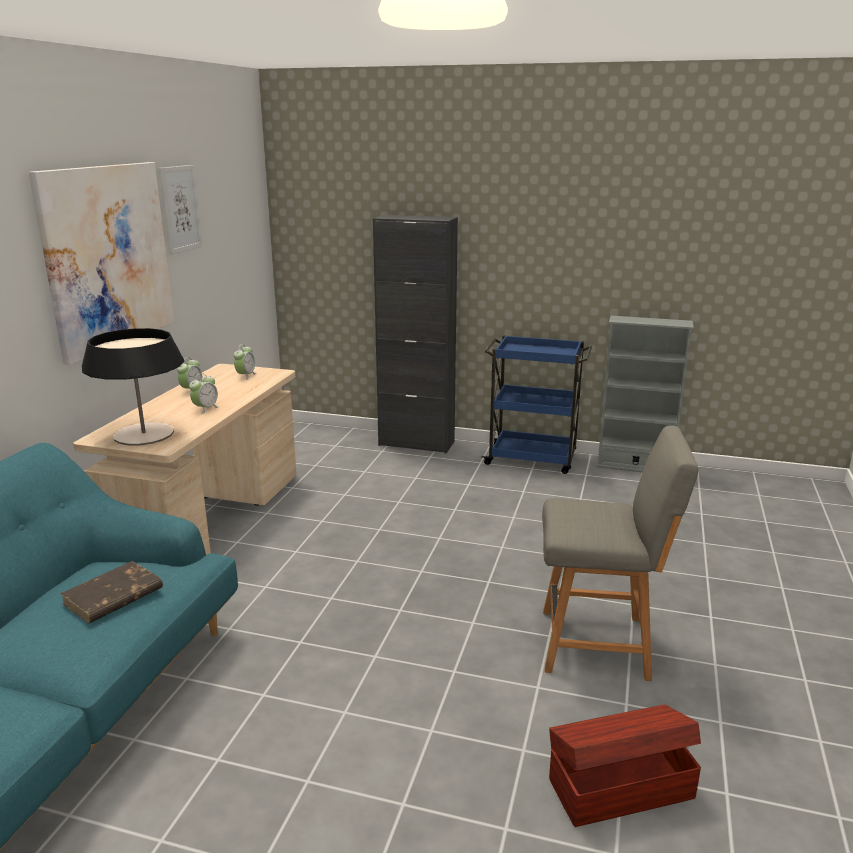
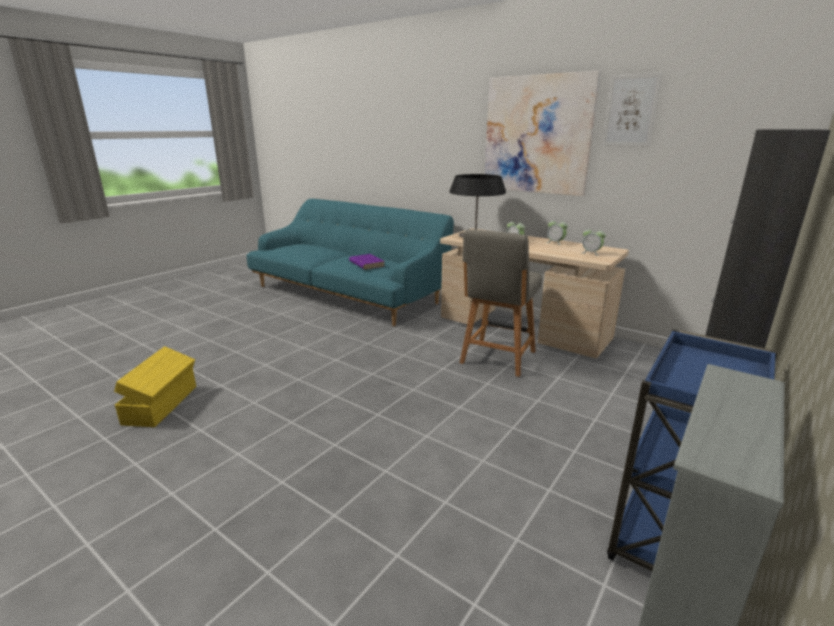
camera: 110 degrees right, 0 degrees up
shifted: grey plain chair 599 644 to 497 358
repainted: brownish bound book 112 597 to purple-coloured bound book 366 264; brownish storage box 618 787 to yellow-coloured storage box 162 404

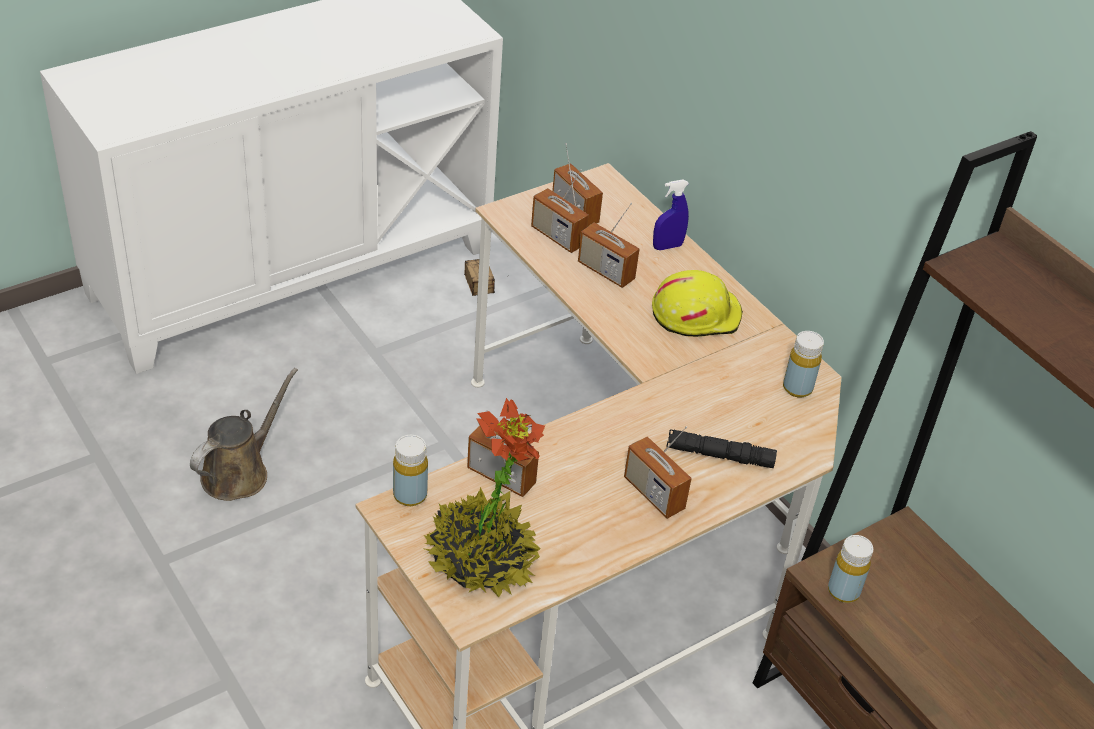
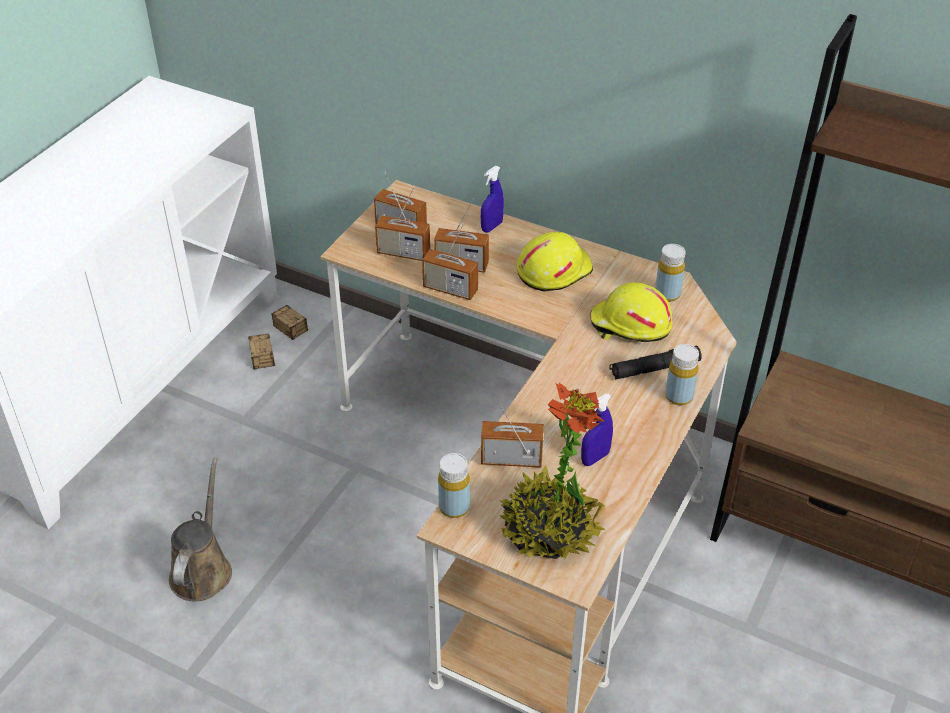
camera: 25 degrees left, 0 degrees up
new: storage box 265 372; bluish hand sprayer 595 458; yellow-coloured work helmet 630 326
shifted: radio 654 494 to 450 289; yellow-coloured drink bottle 843 591 to 679 396

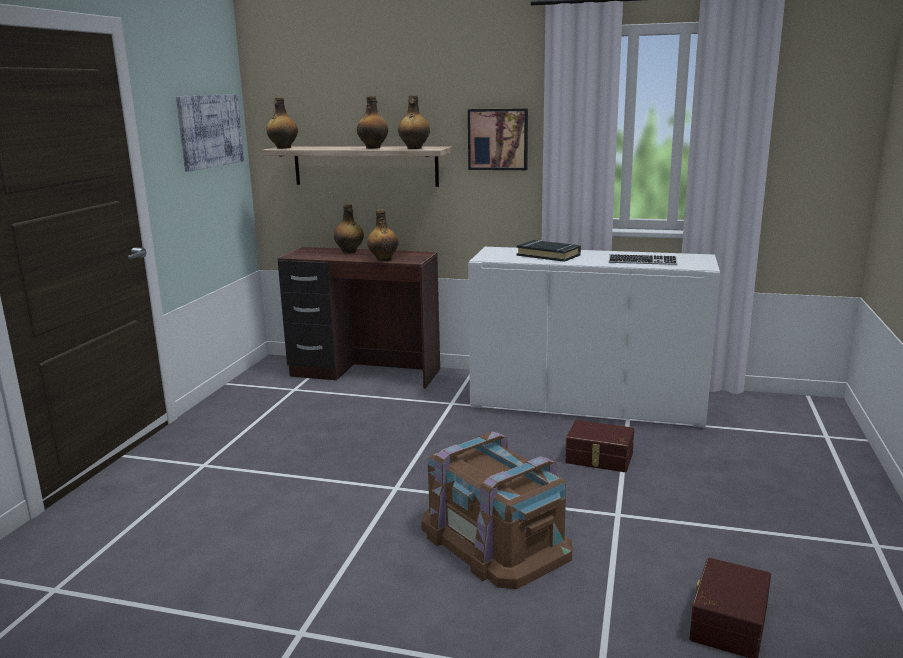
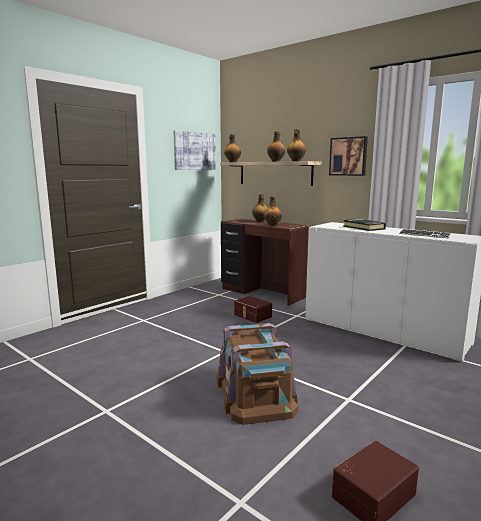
camera: 25 degrees right, 5 degrees down
shifted: brownish storage box 599 458 to 252 316

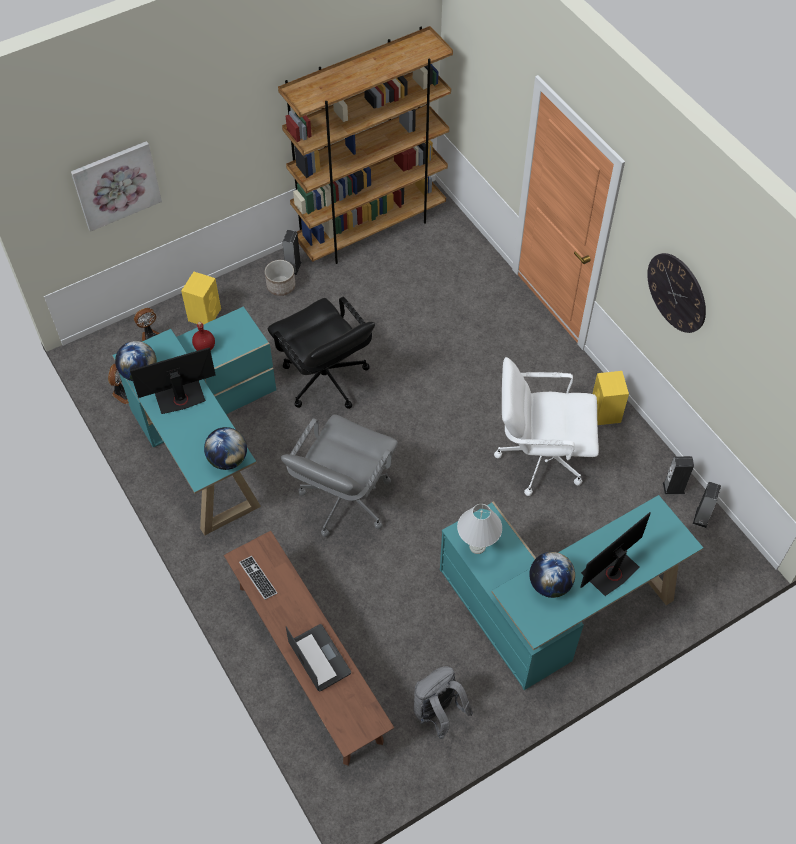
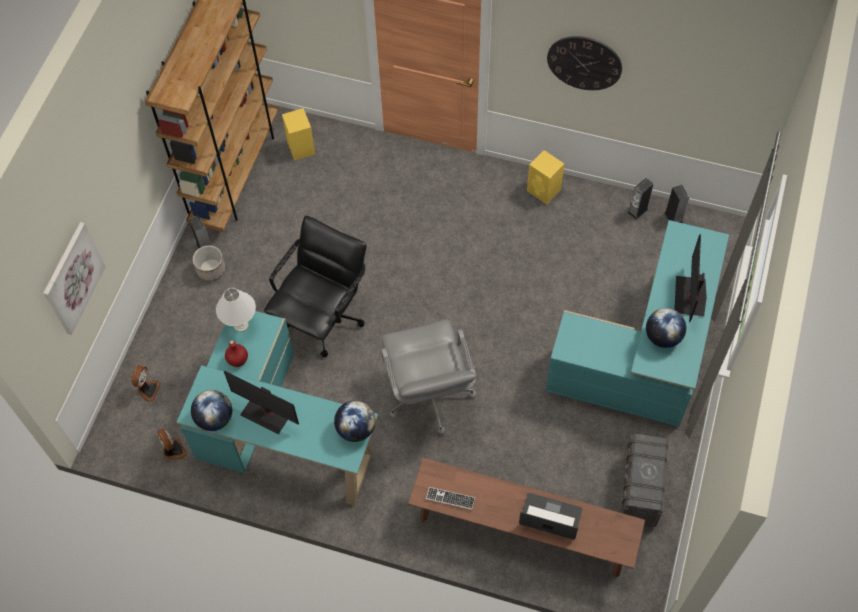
camera: 40 degrees left, 5 degrees up
gone: white-coloured computer chair 540 457
shifted: yellow-coloured loudspeaker 205 314 to 301 147; white-coloured lamp for a table 477 547 to 241 325
swapped: grey backpack 438 713 to grey storage box 640 489
rotated: computer screen 180 397 = 268 412 90 degrees counterclockwise; black computer chair 325 380 = 323 318 75 degrees counterclockwise

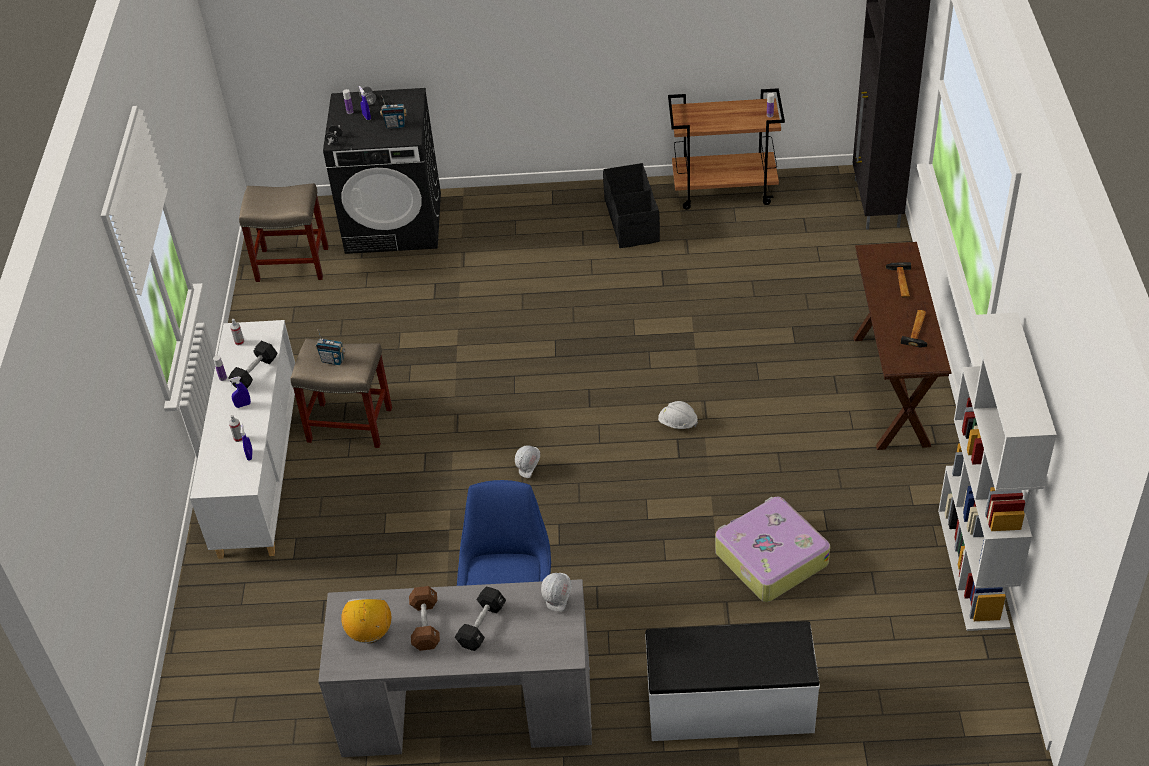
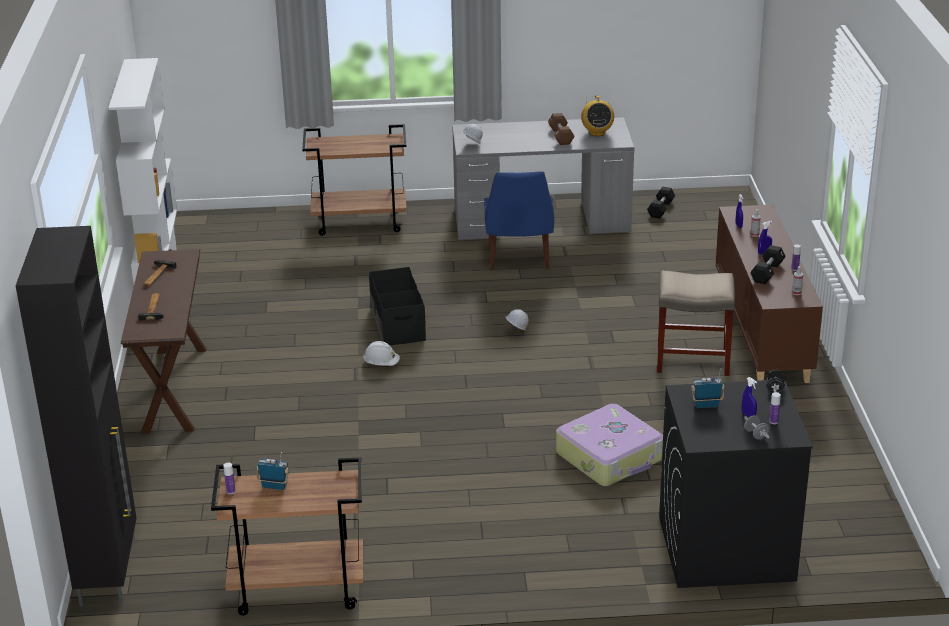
camera: 175 degrees right, 15 degrees down
gone: sand-coloured stool seat 293 264
shifted: radio 333 360 to 274 486; black free weight 481 625 to 661 209; black storage box 632 221 to 397 324; suitcase 769 558 to 610 457
swapped: white-coloured indoor bench 730 707 to brownish wheeled cart 360 222
repainted: white-coloured cabinet 259 469 to brownish cabinet 761 330

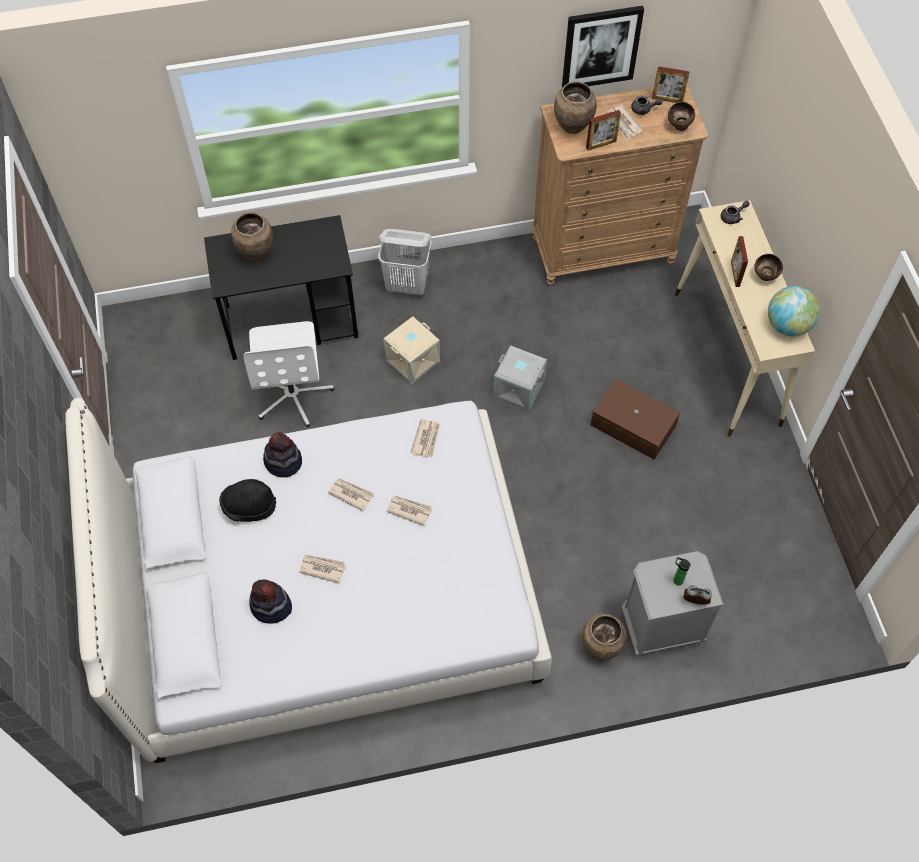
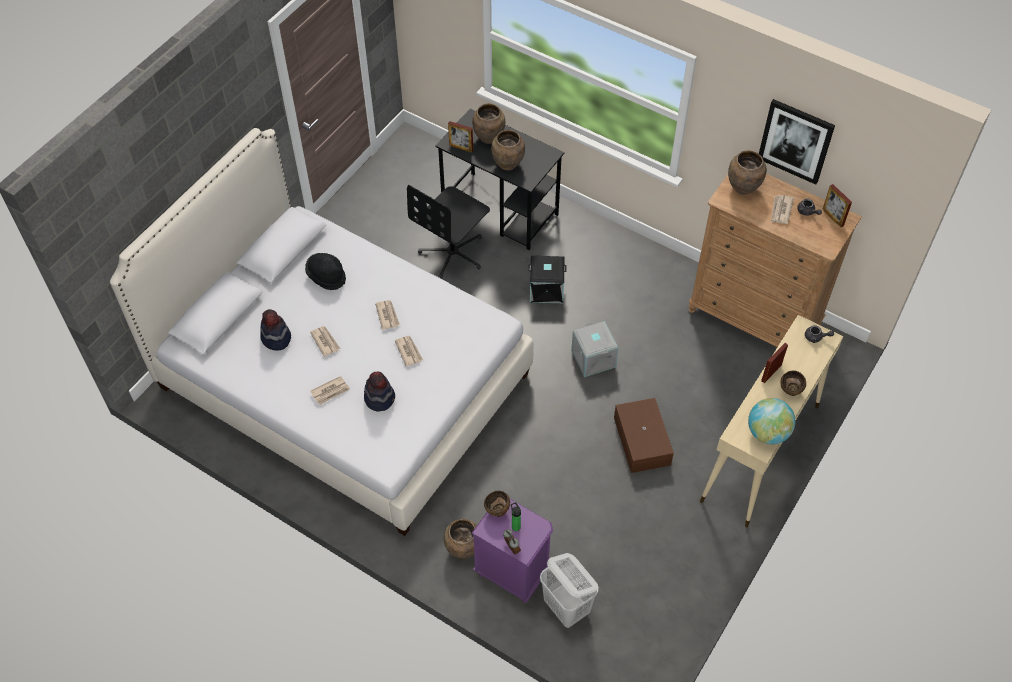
camera: 45 degrees right, 5 degrees down
new: brownish decorative vase 507 164
shifted: clothing hat 283 461 to 380 398; white-coloured hamper 407 285 to 567 608; daily paper 426 439 to 330 391; picture frame 601 144 to 461 148; brownish serving bowl 679 127 to 497 511
repainted: white-coloured computer chair 293 394 to black computer chair 453 253; sand-coloured storage box 413 361 to black storage box 546 290; grey nightstand 660 628 to purple-coloured nightstand 512 573

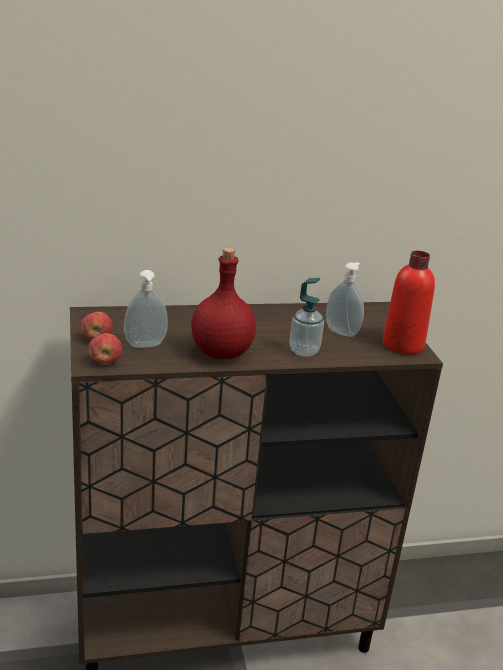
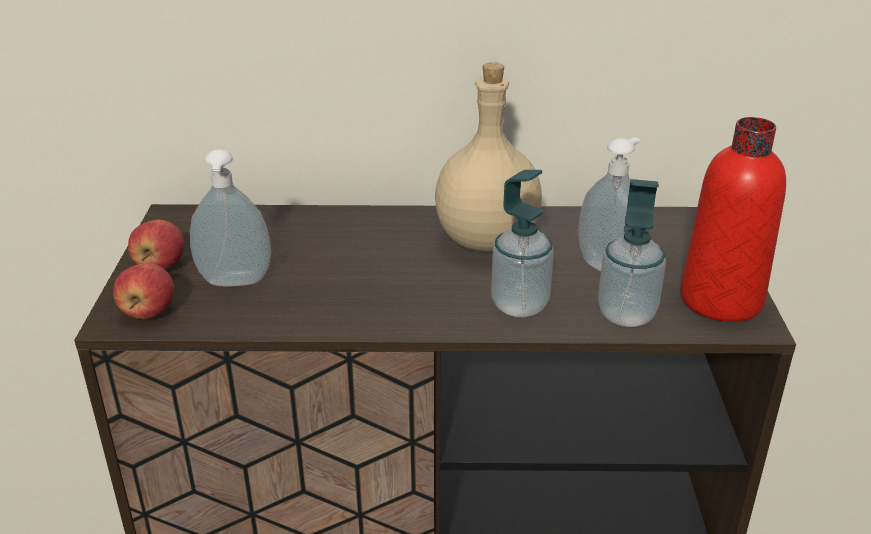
camera: 15 degrees right, 5 degrees up
gone: red-coloured drink bottle 221 352
new: sand-coloured drink bottle 488 241; liquid soap bottle 626 315

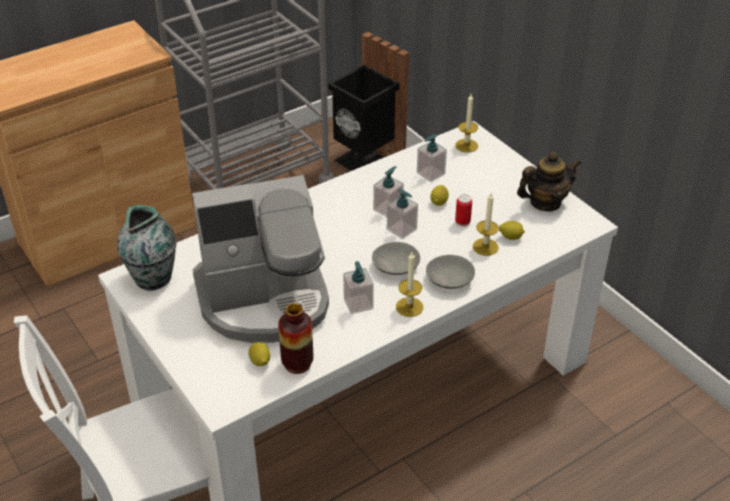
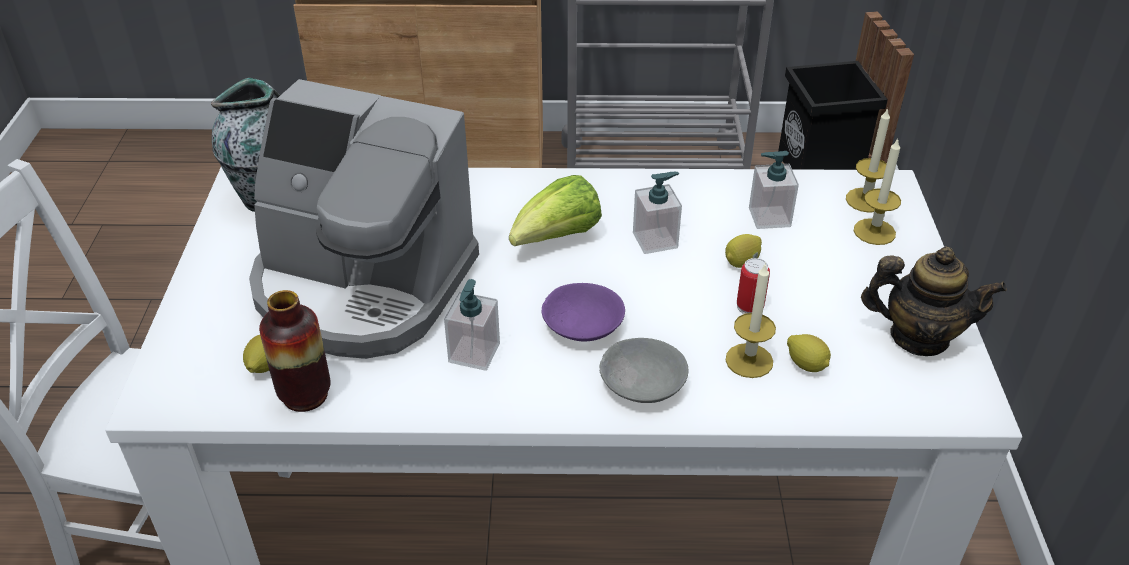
camera: 35 degrees right, 0 degrees up
gone: liquid soap bottle 401 229
new: lettuce head 557 238
shifted: wax light 409 307 to 874 231
repainted: grey serving bowl 395 266 to purple-coloured serving bowl 582 324

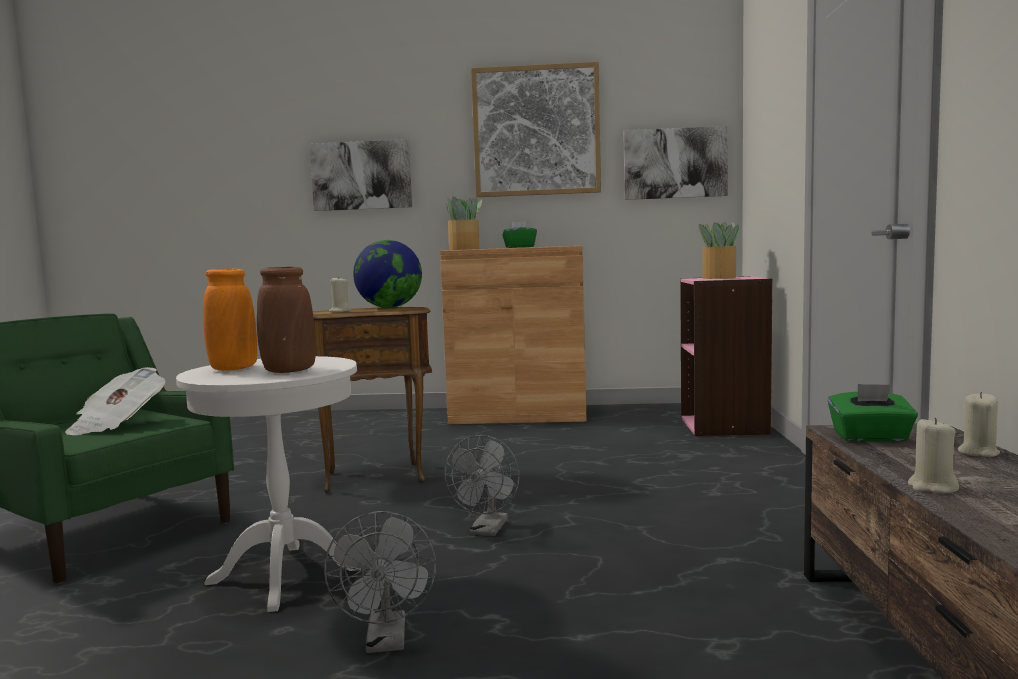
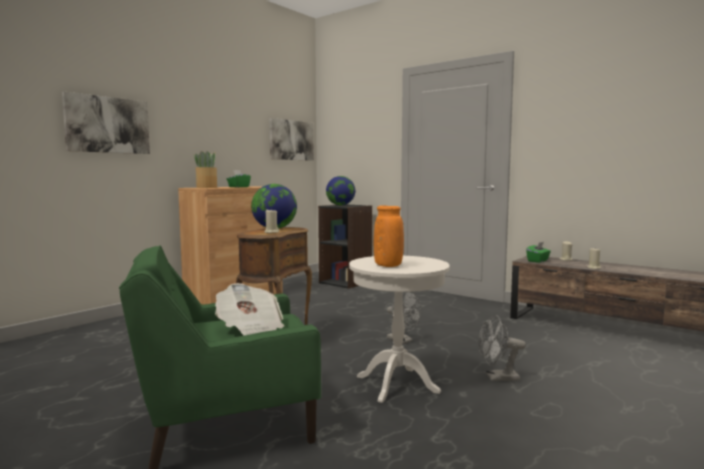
camera: 55 degrees left, 0 degrees up
gone: brownish decorative vase 289 371; wall art 536 131
swapped: plant in a pot 718 278 to globe 340 205
repainted: pink-coloured shelving unit 725 426 to black shelving unit 346 282
rotated: grey electric fan 387 642 = 497 378 150 degrees clockwise

